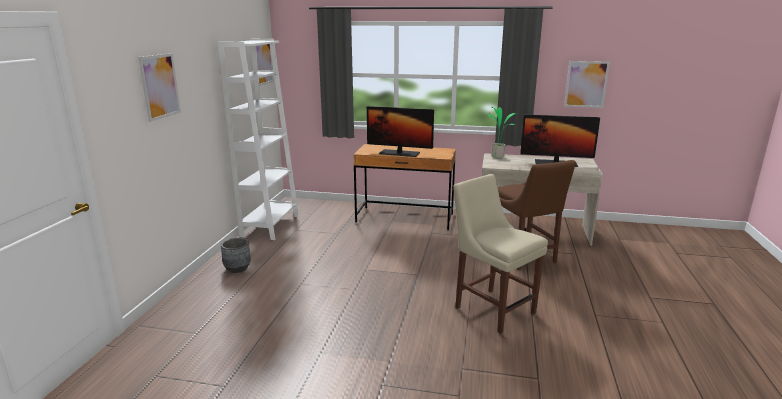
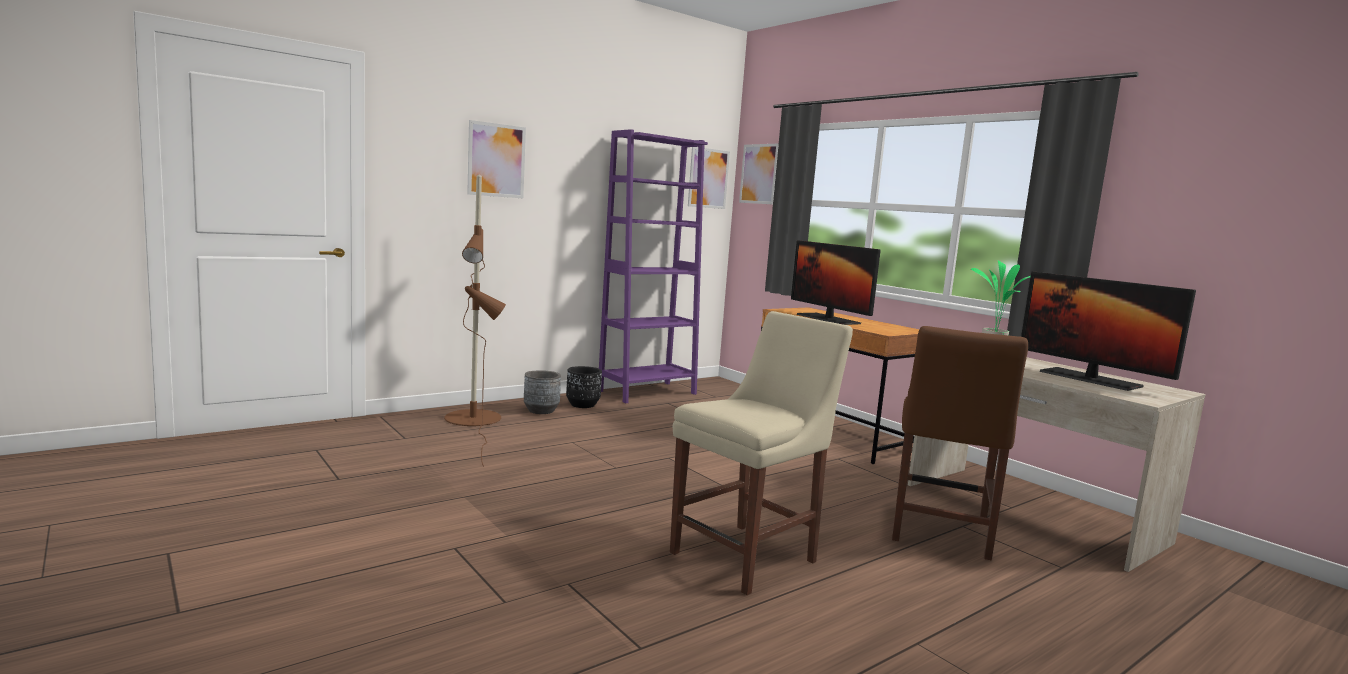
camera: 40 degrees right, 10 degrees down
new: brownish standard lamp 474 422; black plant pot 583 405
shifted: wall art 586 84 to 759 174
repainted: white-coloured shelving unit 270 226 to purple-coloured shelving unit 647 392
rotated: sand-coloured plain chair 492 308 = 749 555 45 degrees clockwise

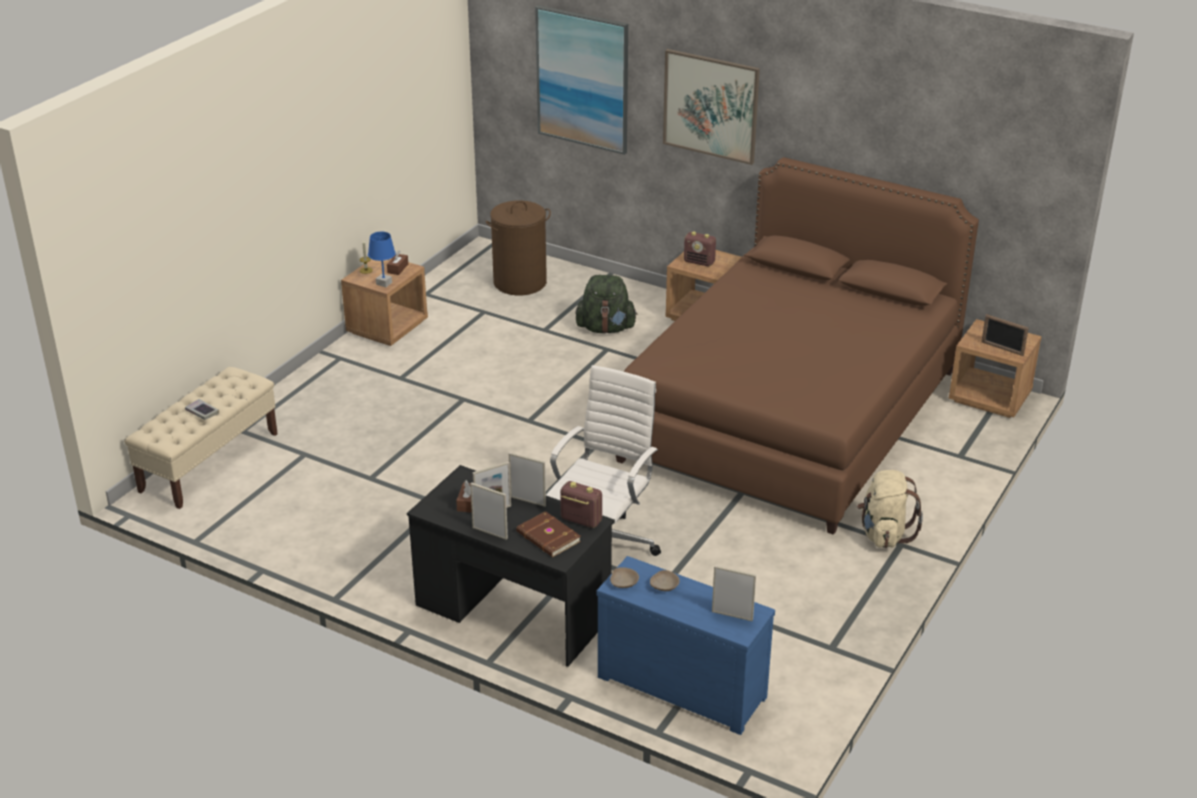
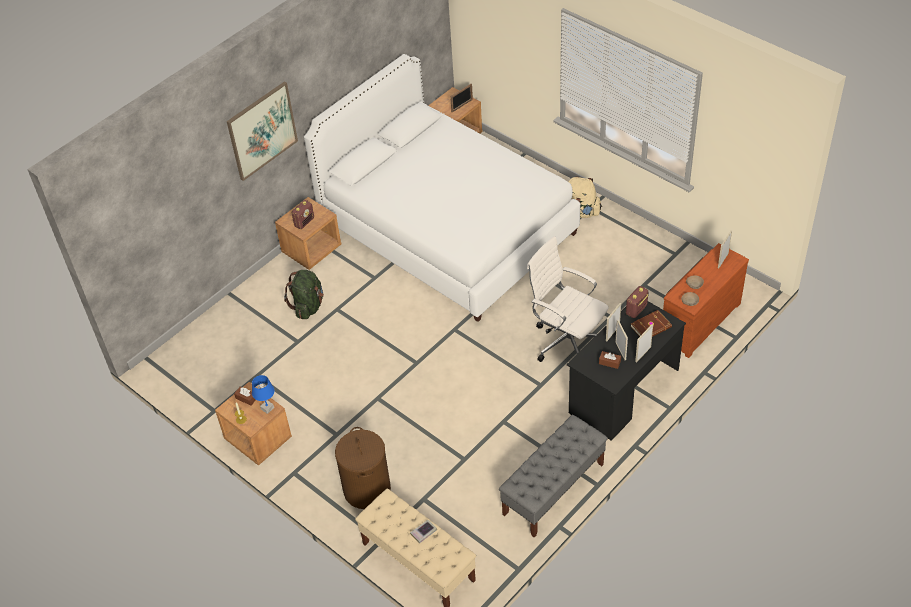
camera: 75 degrees left, 15 degrees up
gone: wall art 582 79
new: grey indoor bench 553 489
shifted: brownish hamper 520 283 to 367 489
repainted: bluish chest of drawers 683 684 to brownish chest of drawers 698 320; brownish sleeping bed 791 415 to white-coloured sleeping bed 448 228

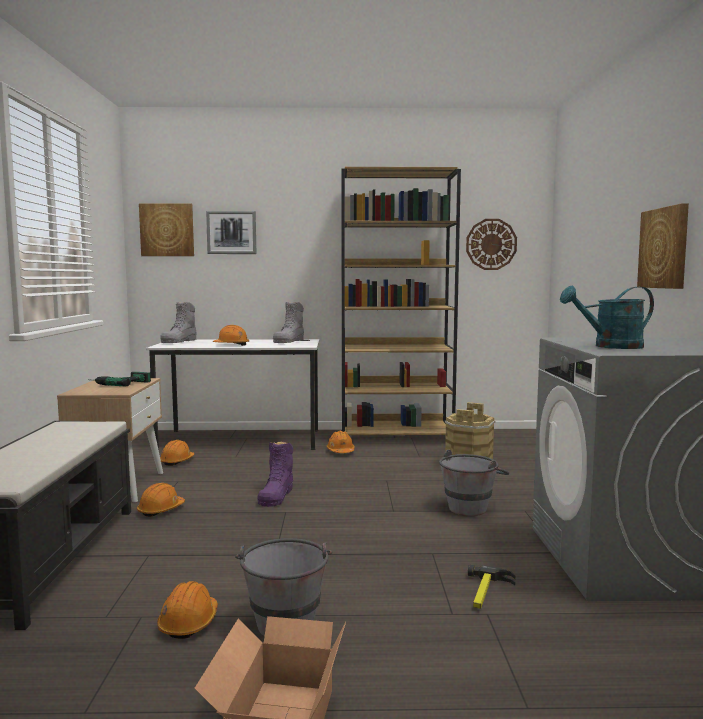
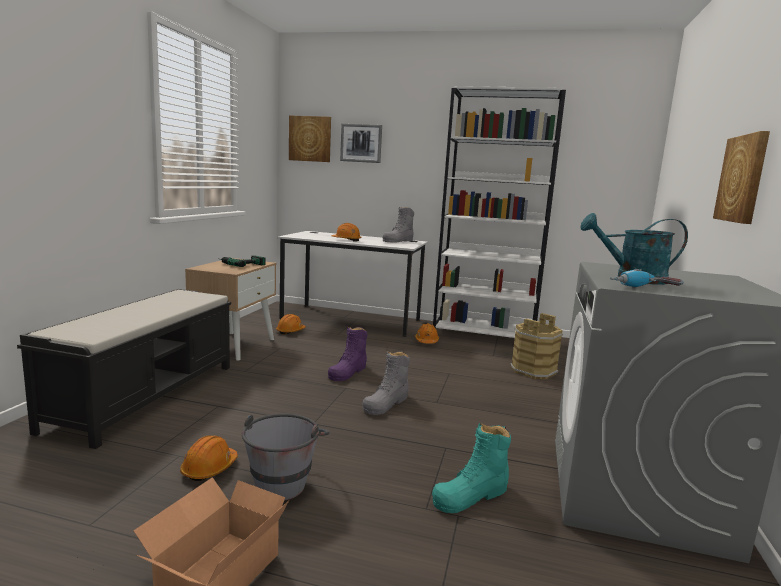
camera: 15 degrees right, 5 degrees up
gone: orange-coloured work helmet 161 510; grey pail 472 506; clock on the wall 491 244
new: power drill 644 289
shifted: grey boot 179 341 to 386 403
swapped: tool hammer 487 593 to blue-green boot 470 496
repainted: brownish shelving unit 396 436 to white-coloured shelving unit 484 334

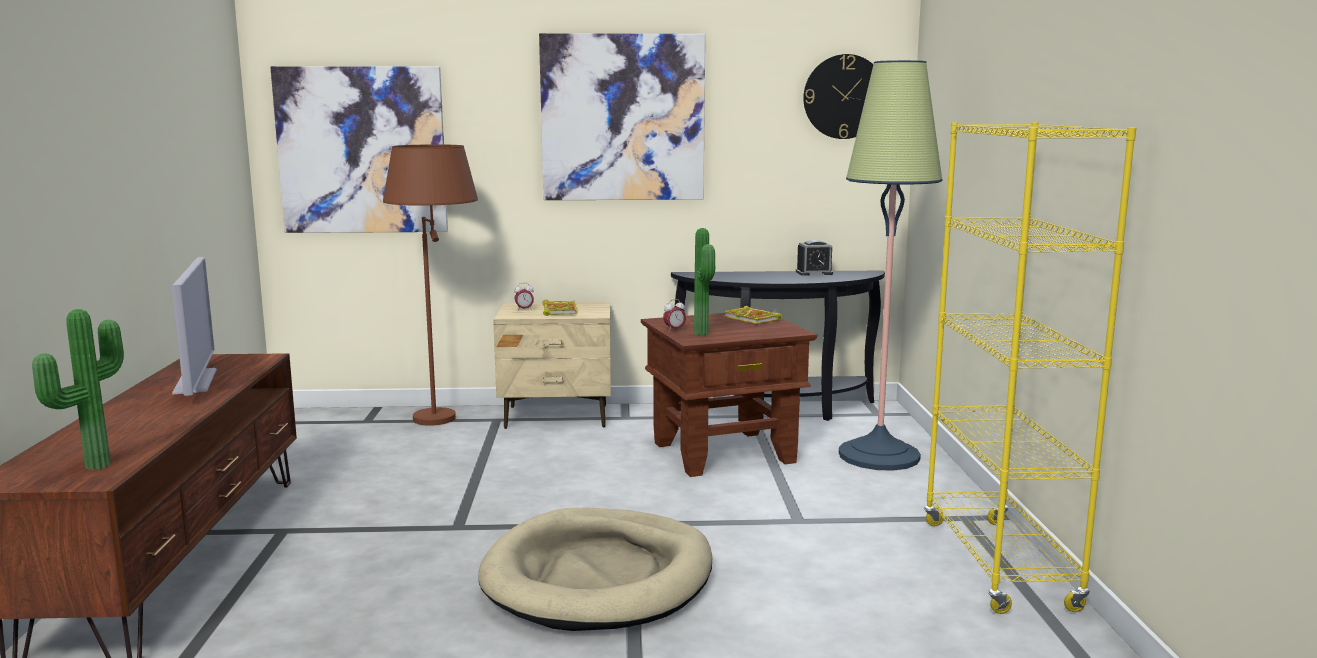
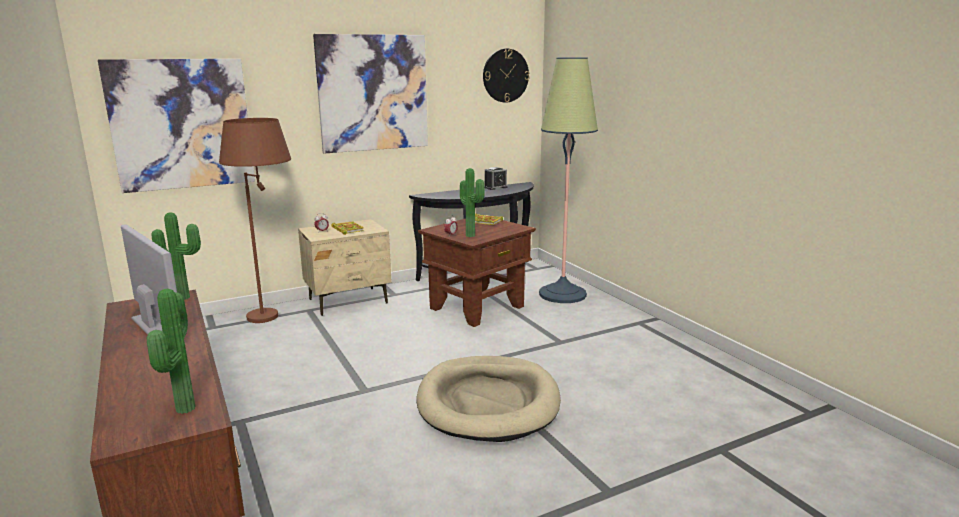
camera: 25 degrees left, 5 degrees up
gone: yellow-coloured shelving unit 998 565
new: plant in a pot 184 297

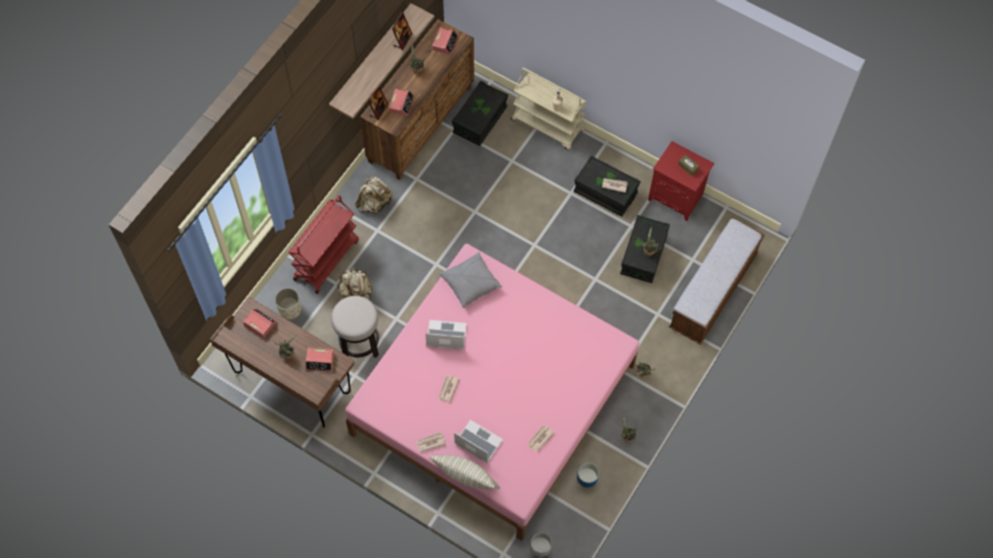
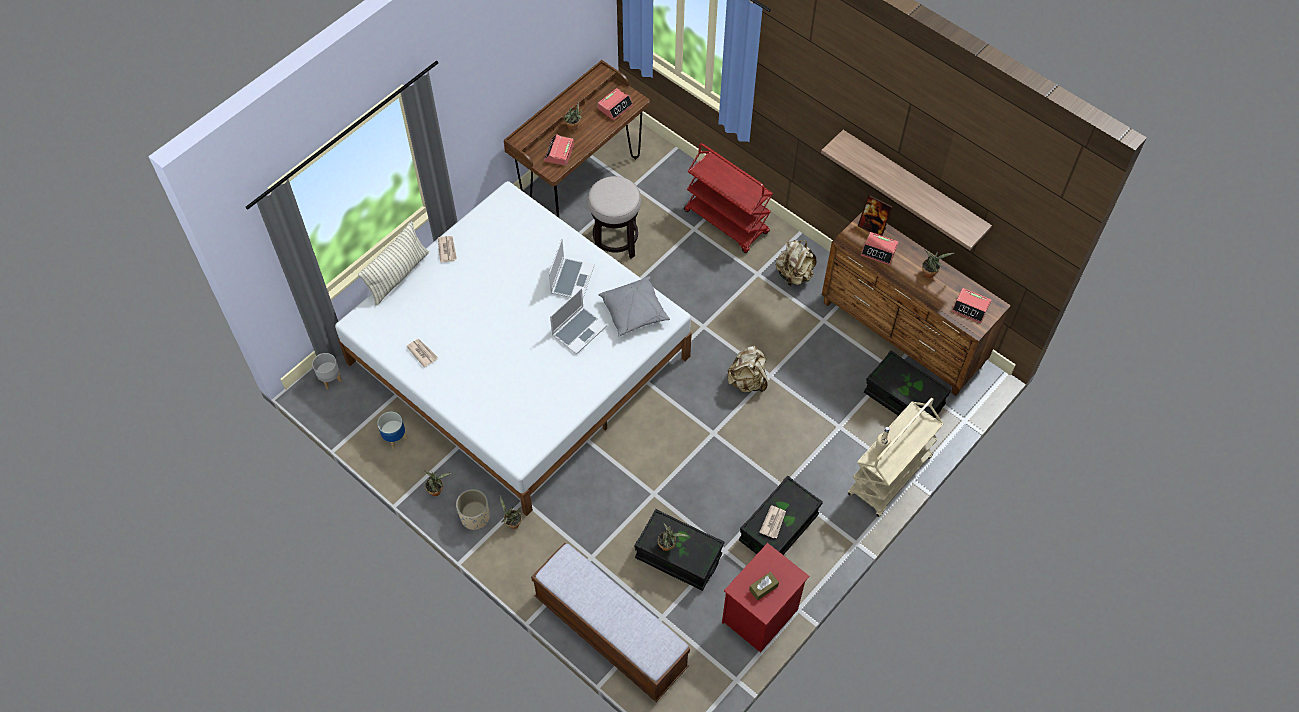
camera: 100 degrees right, 5 degrees down
gone: picture frame 402 40; daily paper 448 389
shifted: sand-coloured plant pot 290 309 to 475 517; sand-coloured backpack 356 293 to 747 381; laptop 477 442 to 579 330
repainted: pink-coloured sleeping bed 493 399 to white-coloured sleeping bed 519 359

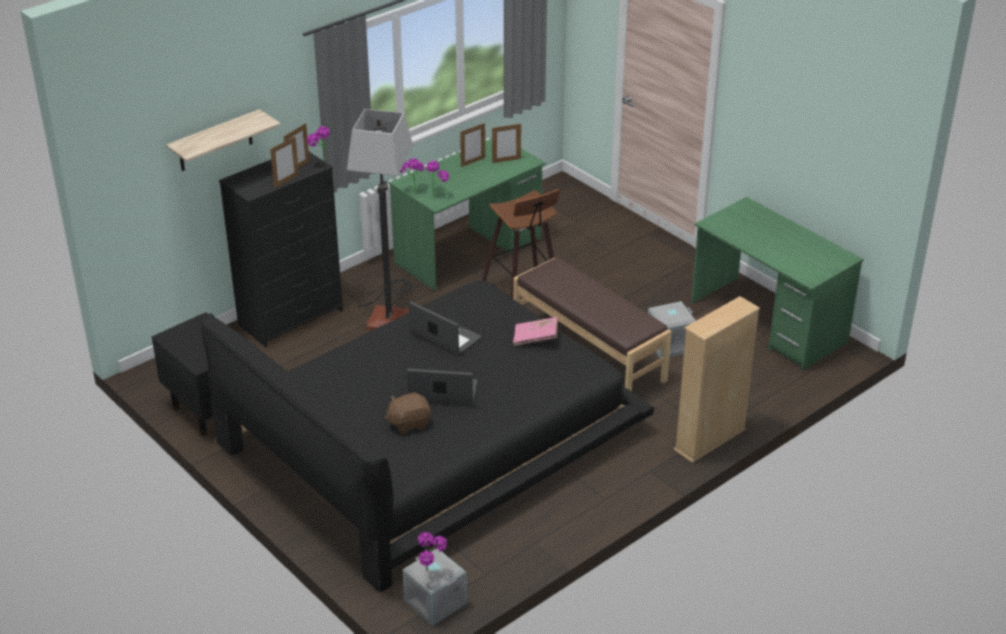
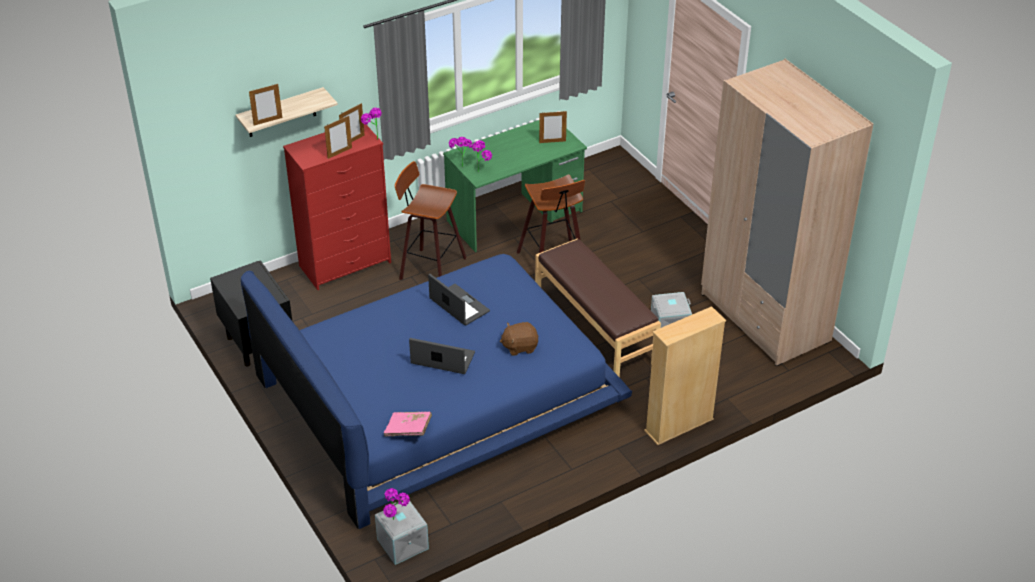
camera: 10 degrees right, 5 degrees up
shifted: brownish cuddly toy 409 423 to 519 346; picture frame 473 162 to 268 121; pink-coloured bound book 536 338 to 408 429
swapped: standard lamp 388 313 to stool seat 430 269; greenish desk unit 768 322 to sand-coloured clothes cupboard 764 318
repainted: black sleeping bed 432 439 to bluish sleeping bed 438 394; black chest of drawers 291 317 to red-coloured chest of drawers 346 264

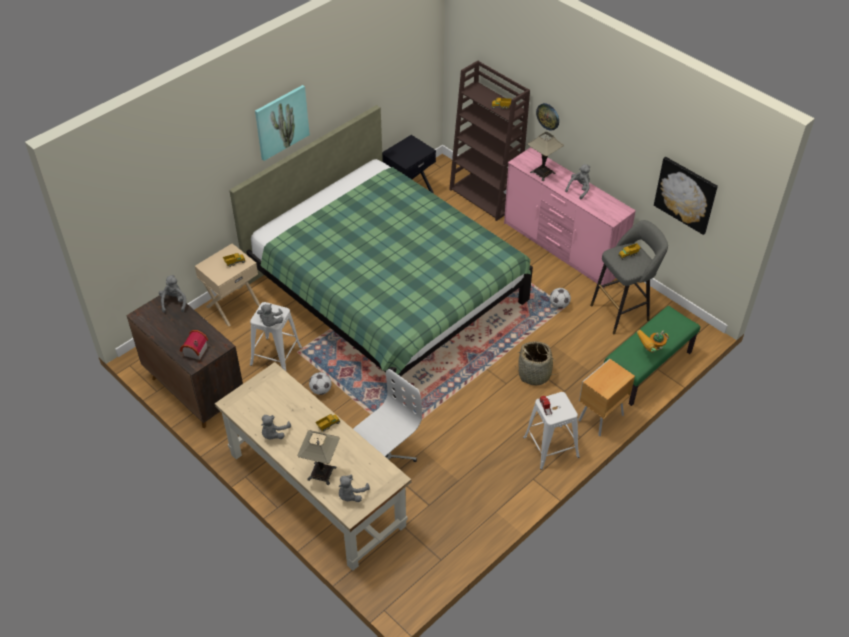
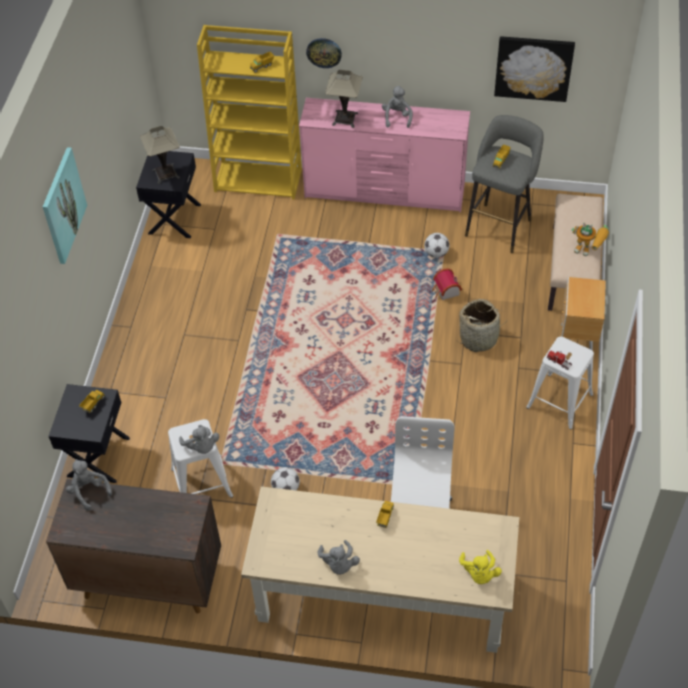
camera: 35 degrees left, 5 degrees up
gone: greenish sleeping bed 386 292
shifted: toy house 193 351 to 445 292; lamp for a table 321 473 to 166 174
repainted: sand-coloured nightstand 232 305 to black nightstand 97 457; grey cuddly toy 351 495 to yellow-coloured cuddly toy 479 573; brownish shelving unit 485 197 to yellow-coloured shelving unit 259 179; greenish indoor bench 647 369 to sand-coloured indoor bench 572 270
rotated: robot figure 650 353 = 588 251 90 degrees counterclockwise

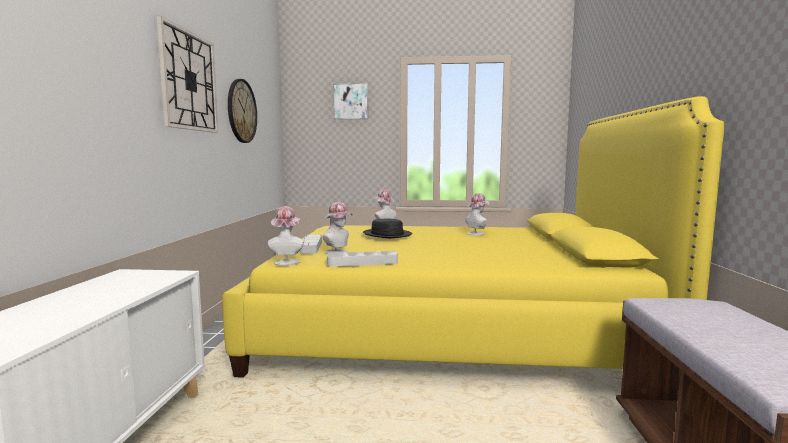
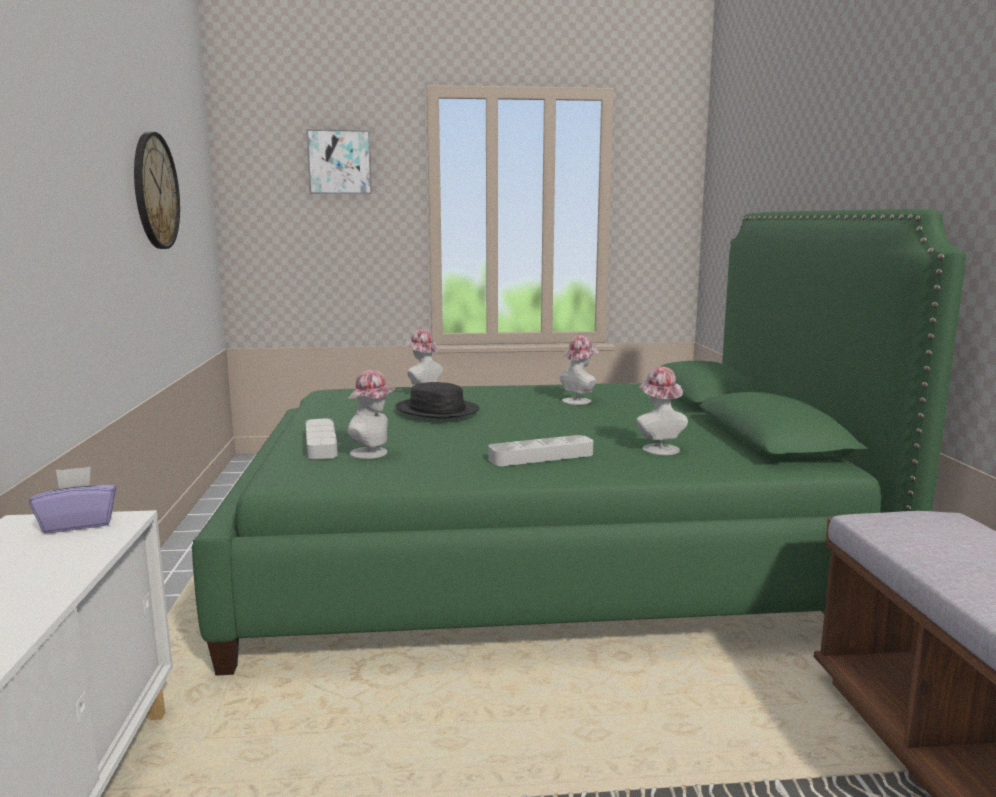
camera: 10 degrees left, 5 degrees up
gone: clock on the wall 189 81
new: purple-coloured tissue box 78 523
shifted: clothing hat 287 261 to 658 448; grey tray 362 263 to 541 456
repainted: yellow-coloured sleeping bed 447 327 to greenish sleeping bed 540 554

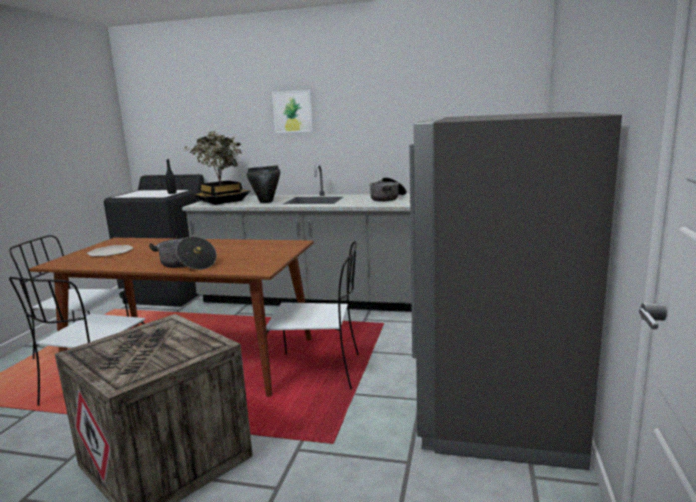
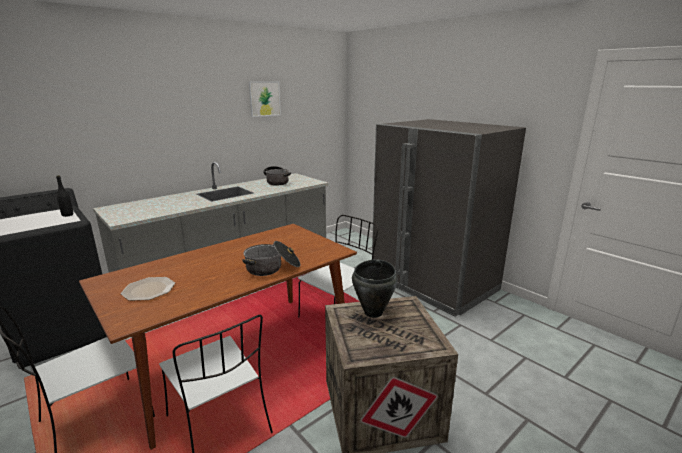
camera: 55 degrees left, 5 degrees up
gone: plant in a pot 222 201
shifted: black cooking pot 266 202 to 374 312; wall art 293 111 to 264 98

